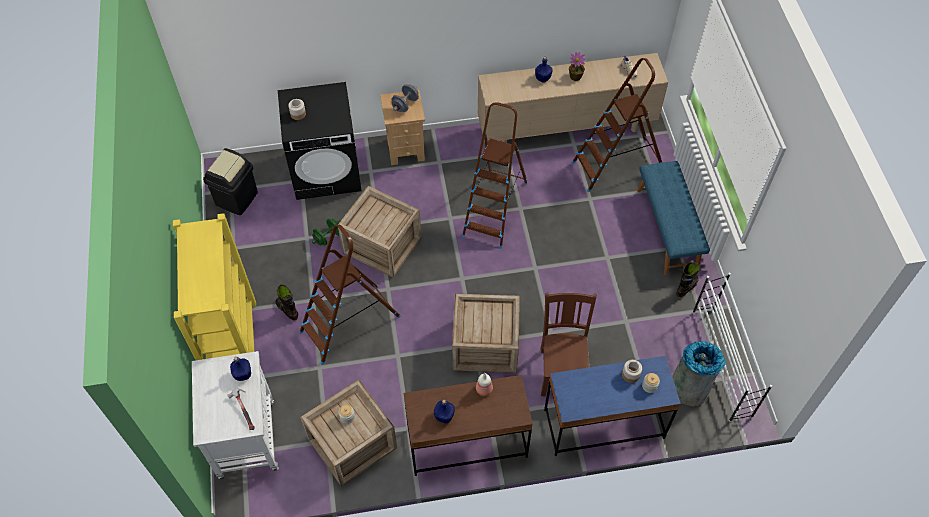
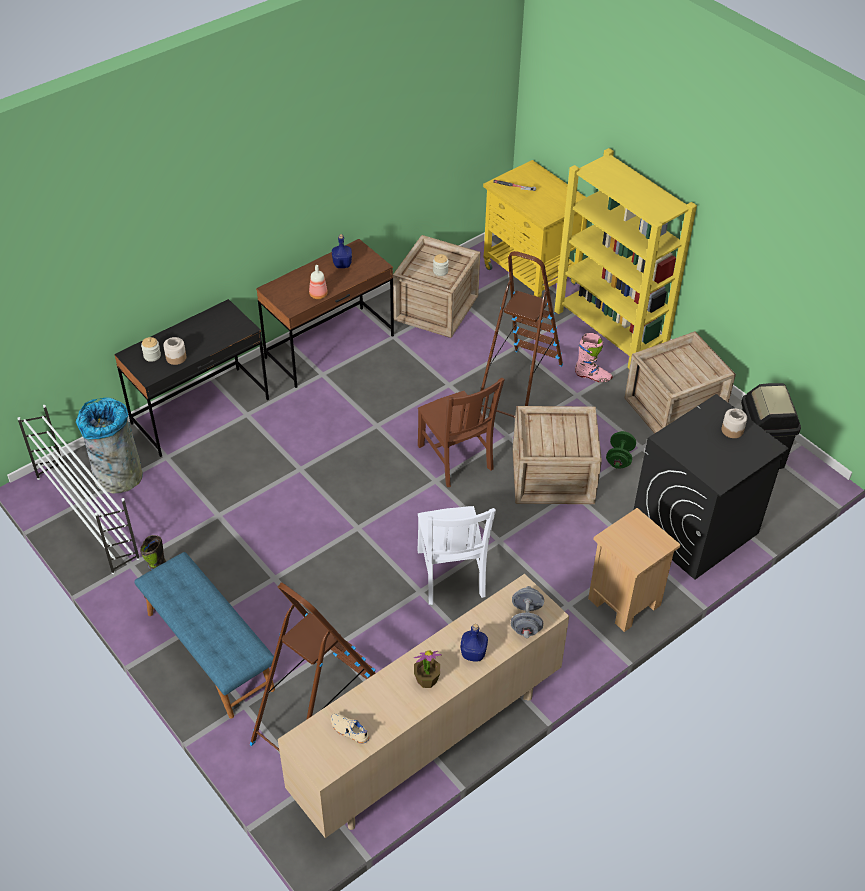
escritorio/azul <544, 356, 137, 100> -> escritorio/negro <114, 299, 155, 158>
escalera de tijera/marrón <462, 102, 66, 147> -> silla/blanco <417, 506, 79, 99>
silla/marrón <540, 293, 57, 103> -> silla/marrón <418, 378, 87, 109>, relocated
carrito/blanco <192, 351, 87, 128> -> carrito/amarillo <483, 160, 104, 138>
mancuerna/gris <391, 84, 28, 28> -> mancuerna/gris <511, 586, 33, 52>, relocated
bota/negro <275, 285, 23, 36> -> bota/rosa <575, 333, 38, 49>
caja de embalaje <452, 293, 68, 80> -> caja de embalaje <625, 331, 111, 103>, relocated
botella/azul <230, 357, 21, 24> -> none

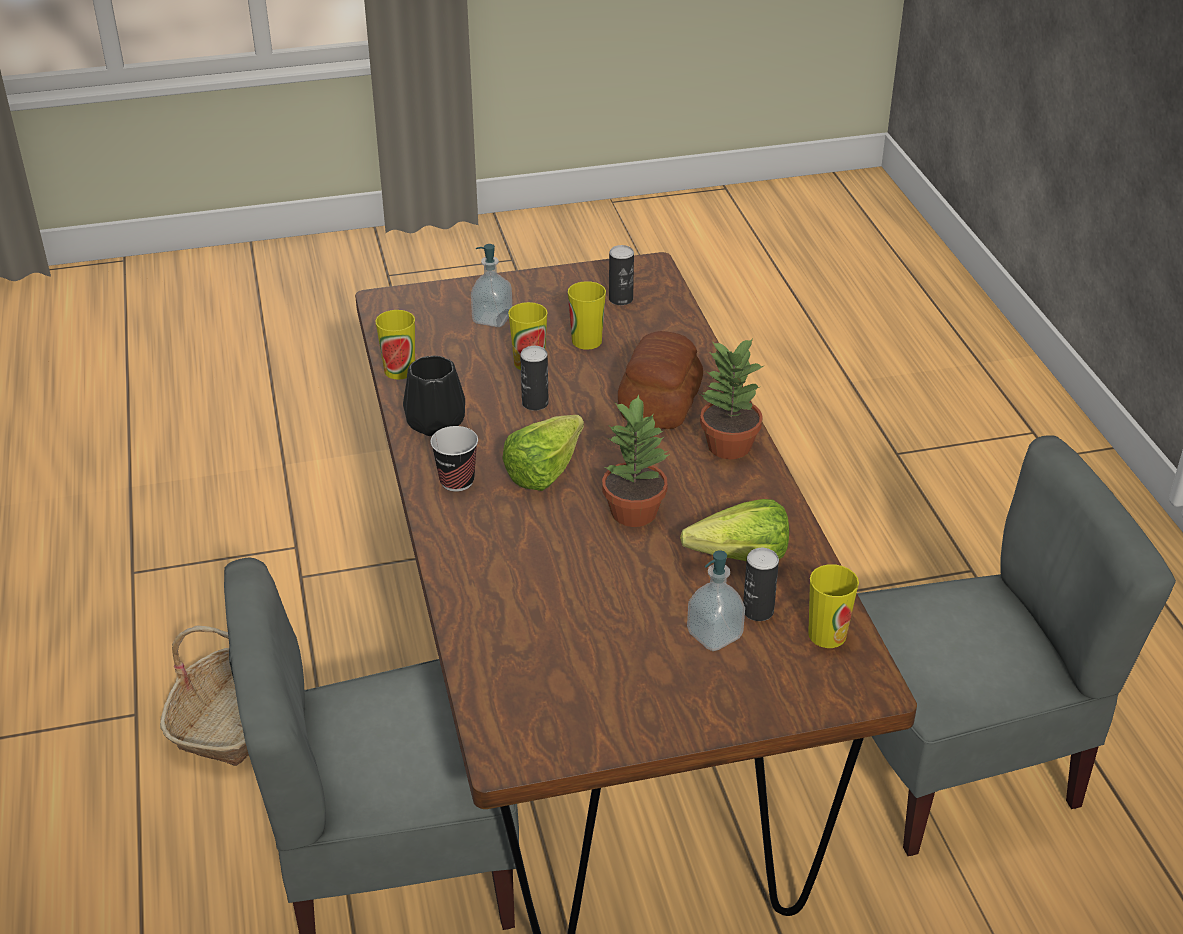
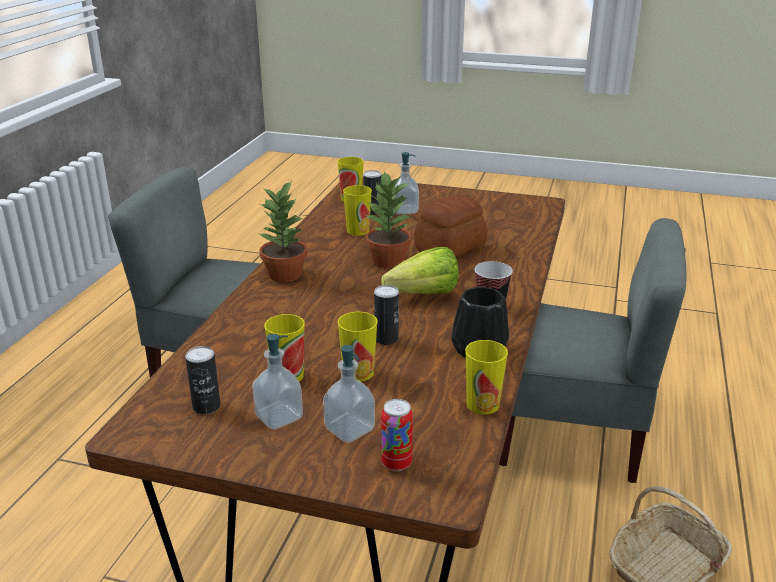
none -> dispensador de jabón <252, 334, 51, 96>
lechuga <680, 499, 109, 62> -> taza <343, 185, 29, 51>
none -> lata <381, 399, 32, 72>
pan <618, 331, 85, 98> -> pan <414, 195, 74, 62>, relocated

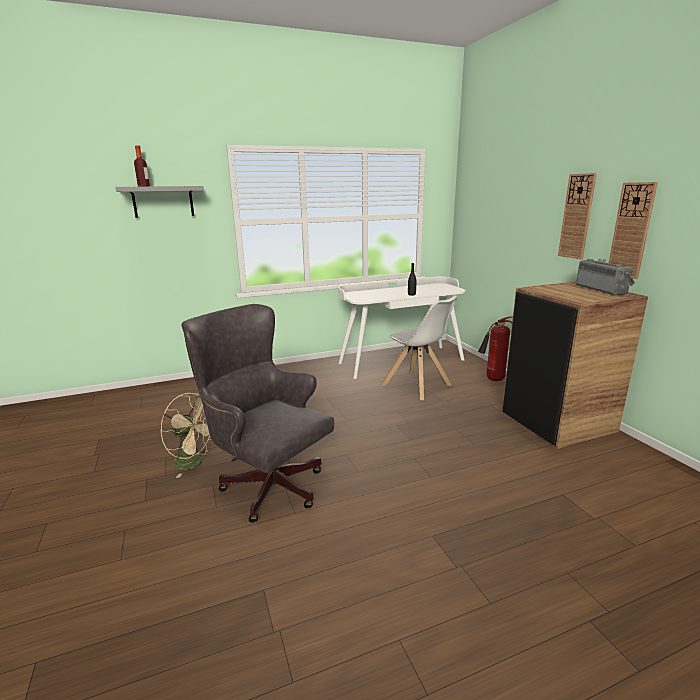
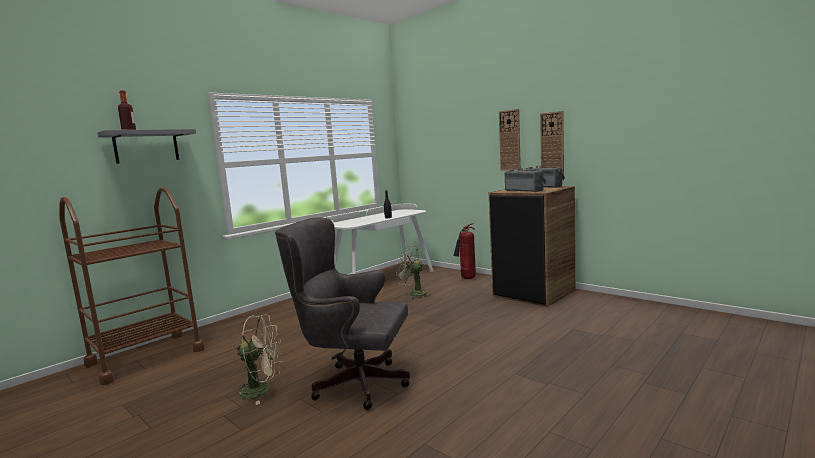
none -> carrito/marrón <59, 187, 145, 198>
silla <381, 296, 76, 104> -> ventilador/verde <396, 246, 35, 53>
none -> radio <505, 168, 41, 24>

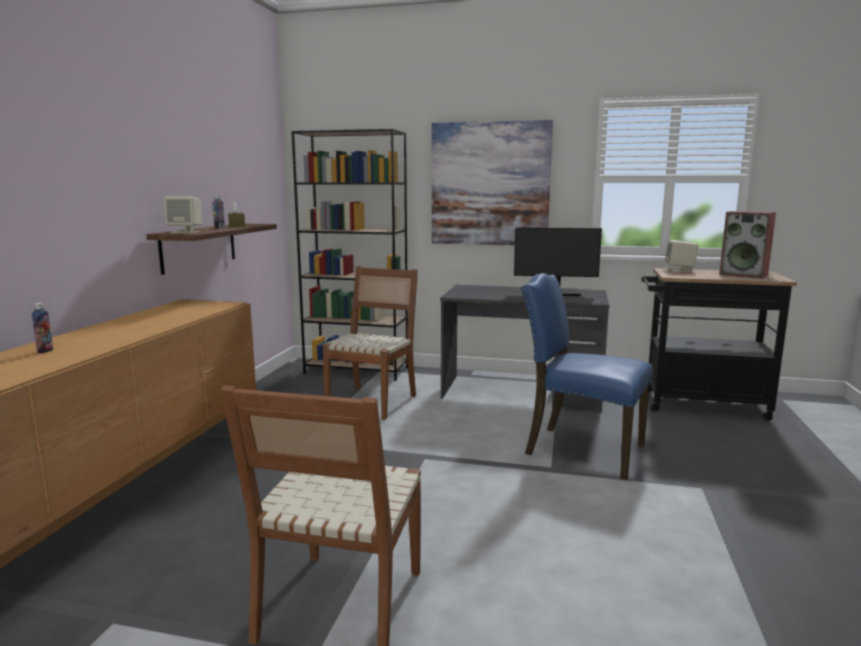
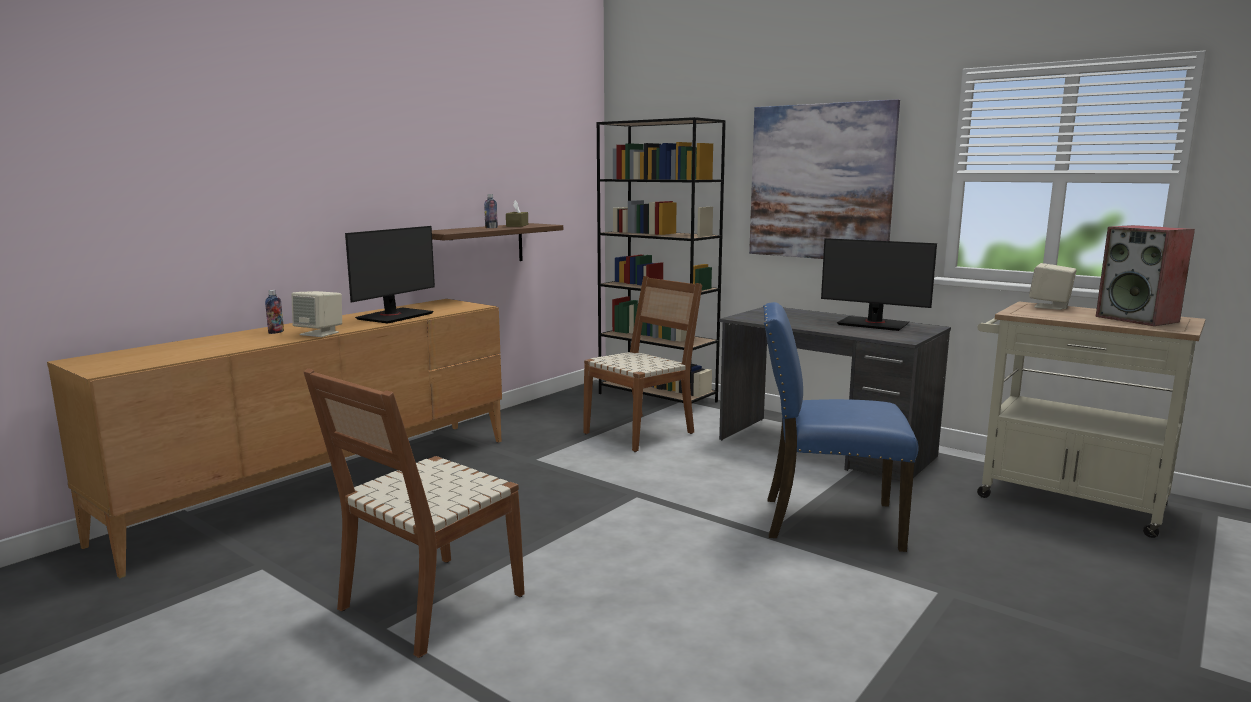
altavoz/beis <164, 197, 38, 36> -> altavoz/beis <291, 291, 51, 46>, relocated
none -> monitor <345, 226, 90, 98>
silla/azul <521, 273, 132, 207> -> silla/azul <763, 302, 156, 250>, 45 degrees counterclockwise
carrito/negro <641, 268, 156, 153> -> carrito/beis <977, 302, 229, 236>

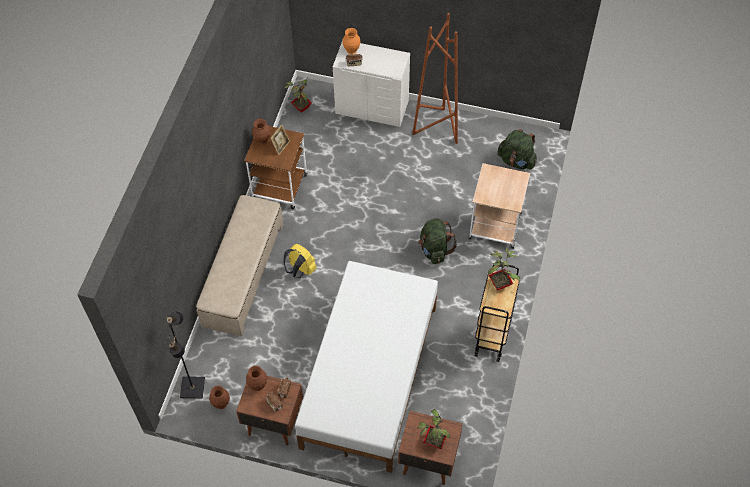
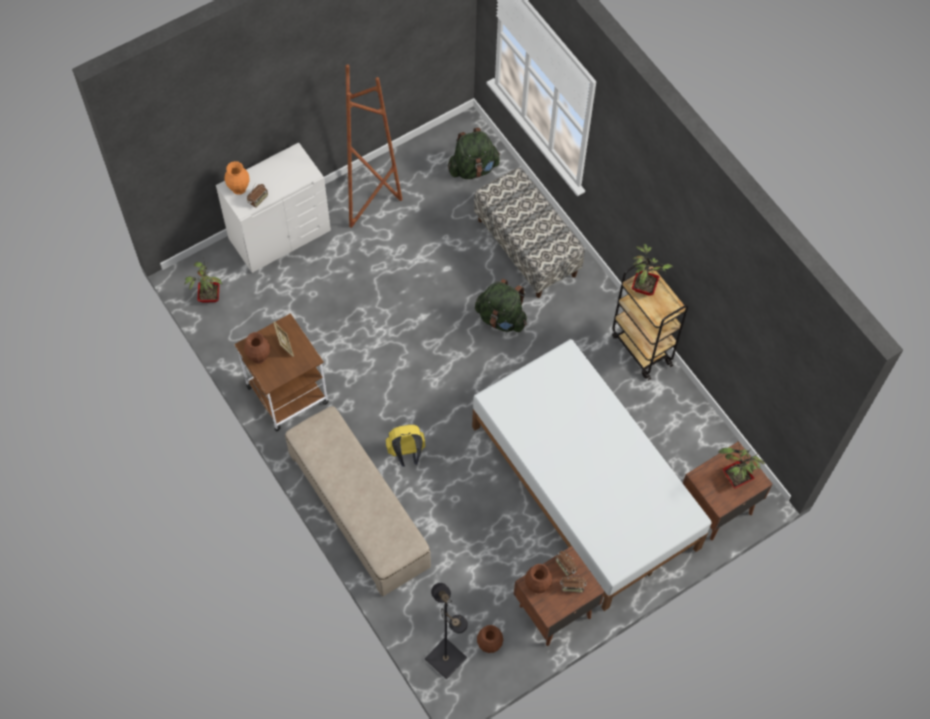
carrito/beis <468, 163, 62, 86> -> banco <474, 168, 111, 130>

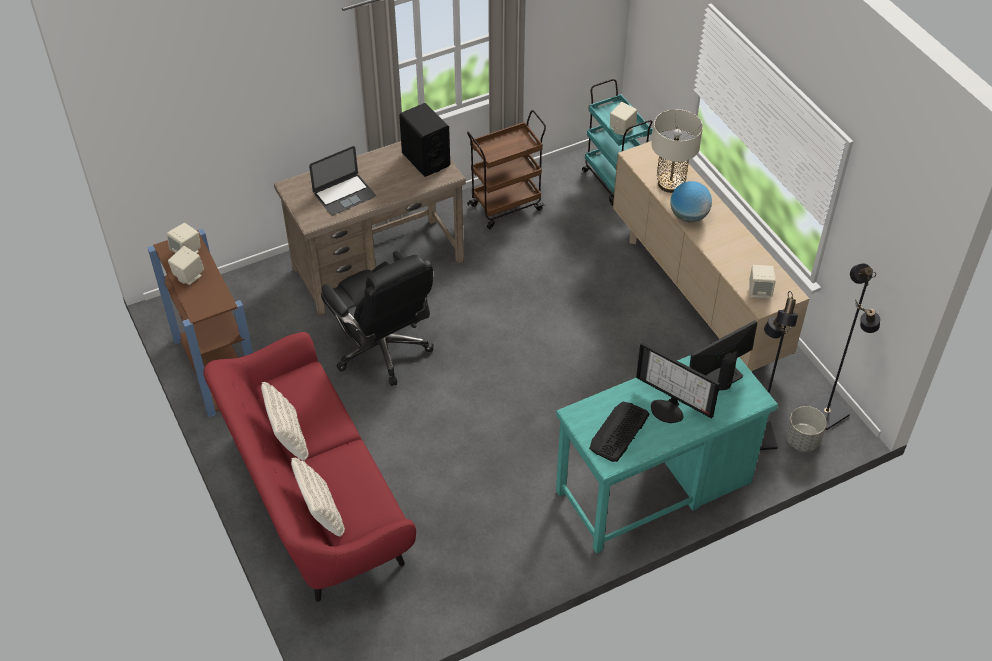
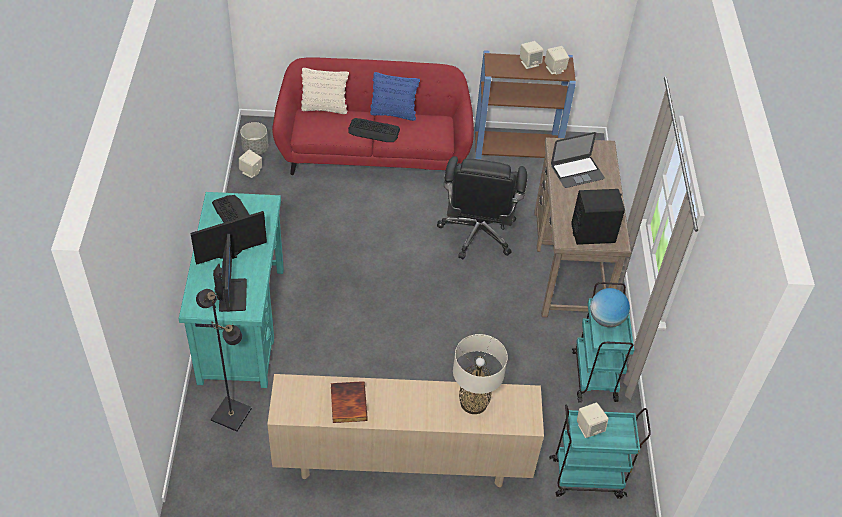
altavoz/beis <749, 265, 27, 34> -> altavoz/beis <239, 150, 23, 28>, relocated
maceta/gris <786, 406, 41, 46> -> maceta/gris <240, 122, 28, 33>, relocated
none -> libro <331, 381, 36, 42>
none -> teclado <348, 118, 52, 24>
cojín/beis <261, 382, 48, 79> -> cojín/azul <370, 72, 50, 49>
silla de oficina/negro <321, 251, 112, 135> -> silla de oficina/negro <437, 156, 90, 103>, 75 degrees counterclockwise
portátil <309, 146, 67, 69> -> portátil <551, 132, 54, 56>, 105 degrees counterclockwise
carrito/marrón <467, 110, 79, 119> -> carrito/turquesa <572, 282, 62, 121>
globo terráqueo <670, 181, 42, 42> -> globo terráqueo <590, 288, 40, 39>, relocated
lámpara de pie/negro <807, 263, 73, 167> -> none

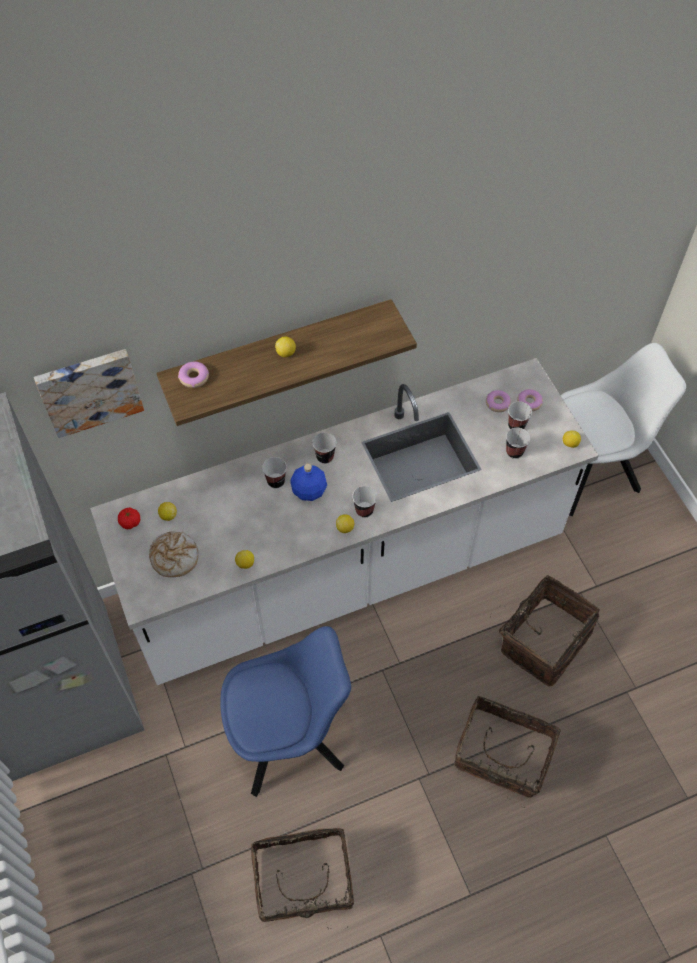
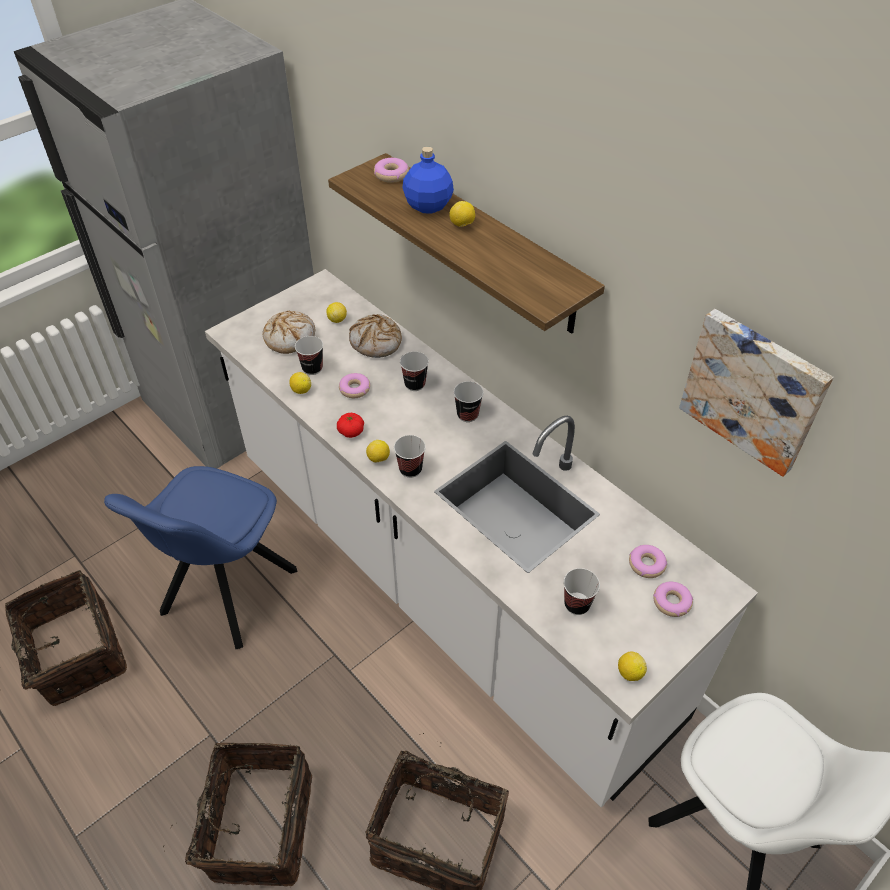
silla/azul <220, 626, 131, 171> -> silla/azul <104, 466, 194, 183>, 60 degrees clockwise
taza <508, 401, 24, 28> -> taza <295, 336, 28, 39>, relocated
tomate <118, 507, 22, 22> -> tomate <337, 413, 27, 25>, relocated
none -> rosquilla <339, 373, 31, 25>
none -> pan <349, 314, 53, 44>
botella/azul <290, 464, 37, 37> -> botella/azul <403, 146, 51, 68>, relocated
cuadro <34, 349, 110, 89> -> cuadro <679, 309, 154, 168>, relocated

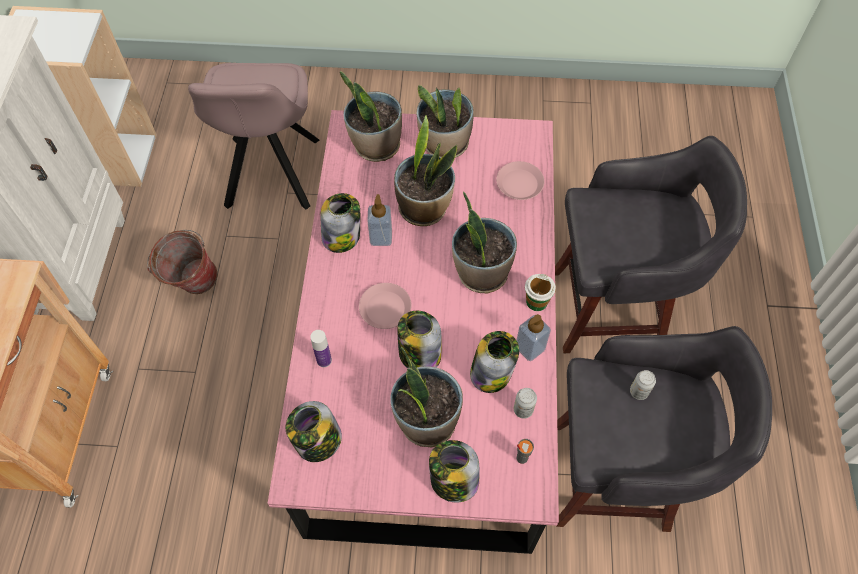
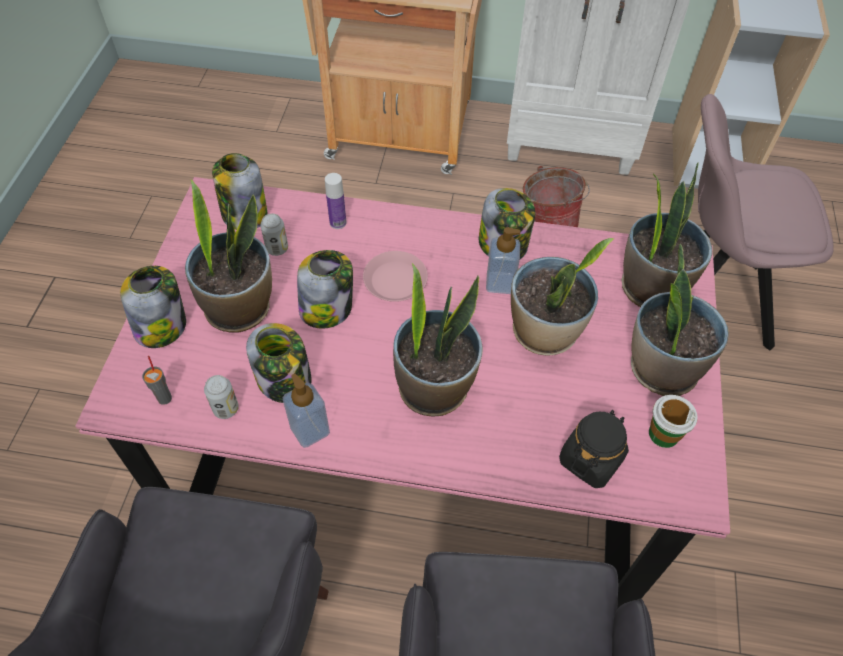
lata <630, 370, 26, 30> -> lata <260, 213, 28, 43>, relocated
plato/rosa <496, 161, 49, 39> -> tarro/negro <559, 410, 70, 78>
taza <525, 274, 31, 37> -> taza <649, 395, 49, 53>, relocated

